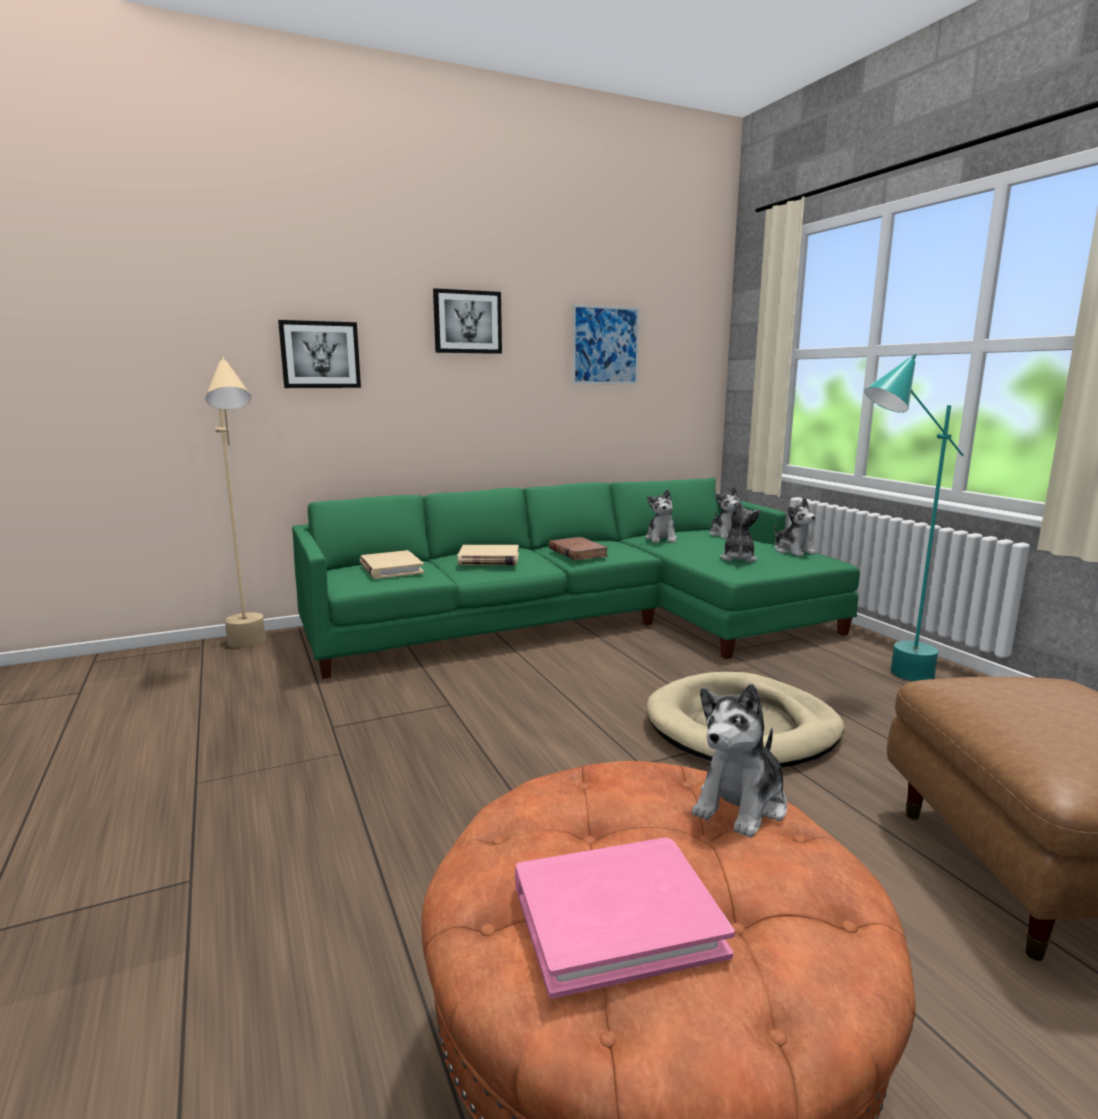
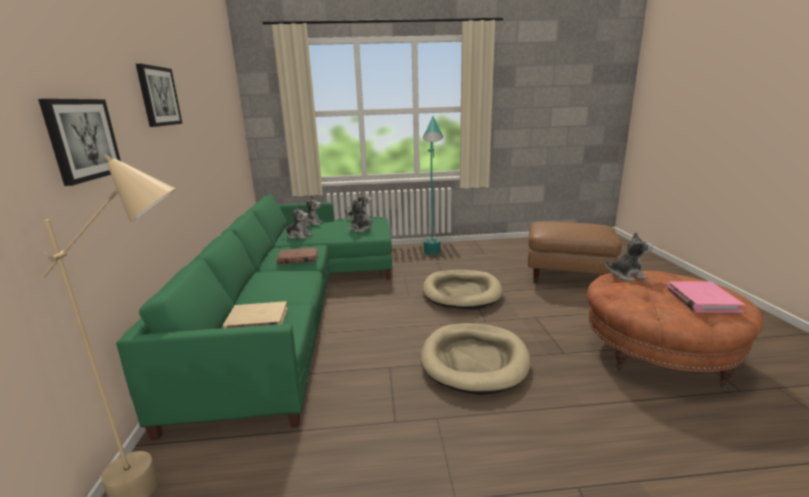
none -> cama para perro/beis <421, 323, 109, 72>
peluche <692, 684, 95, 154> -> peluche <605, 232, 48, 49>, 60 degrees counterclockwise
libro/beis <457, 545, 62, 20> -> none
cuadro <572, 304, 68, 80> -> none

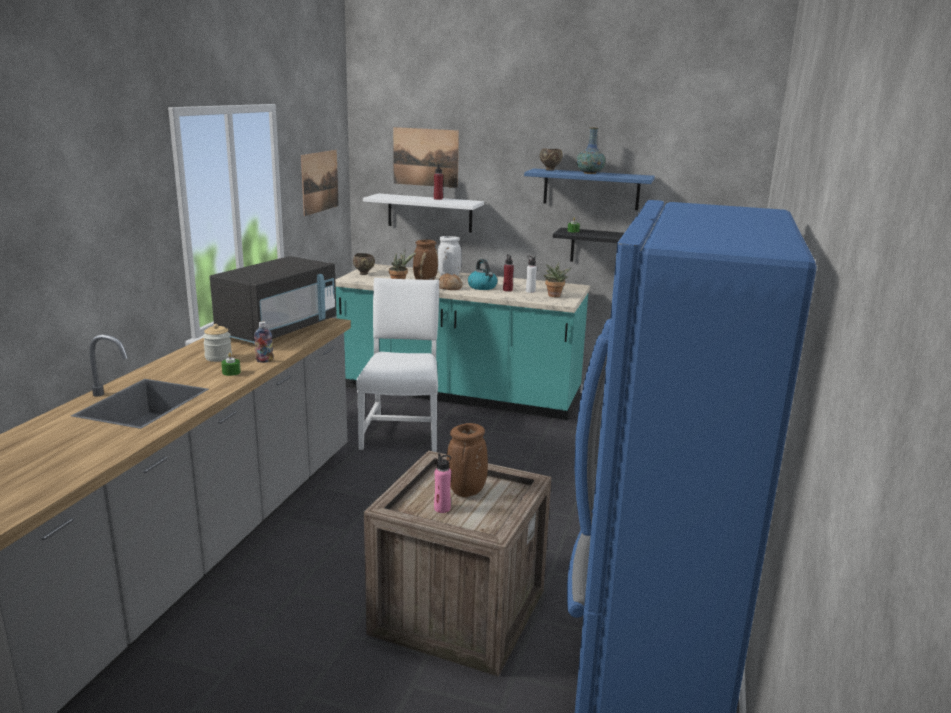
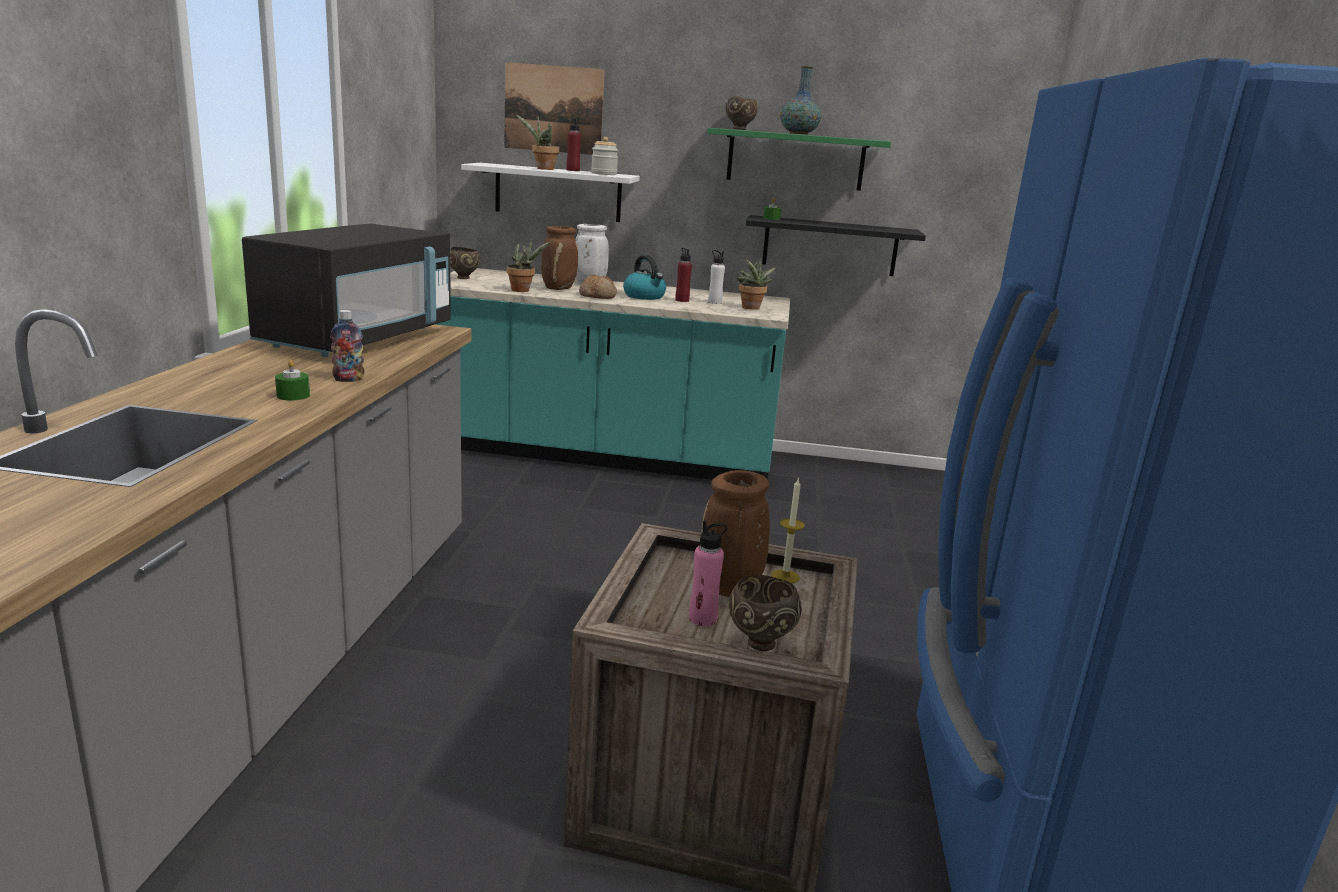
none -> planta en maceta <516, 114, 43, 56>
tarro <203, 324, 29, 38> -> tarro <591, 137, 27, 38>, relocated
estante/azul <524, 168, 131, 42> -> estante/verde <707, 128, 184, 63>
none -> cuenco/marrón <729, 574, 73, 77>
none -> vela <771, 477, 34, 107>
cuadro <301, 150, 38, 66> -> none
silla/blanco <356, 278, 83, 174> -> none

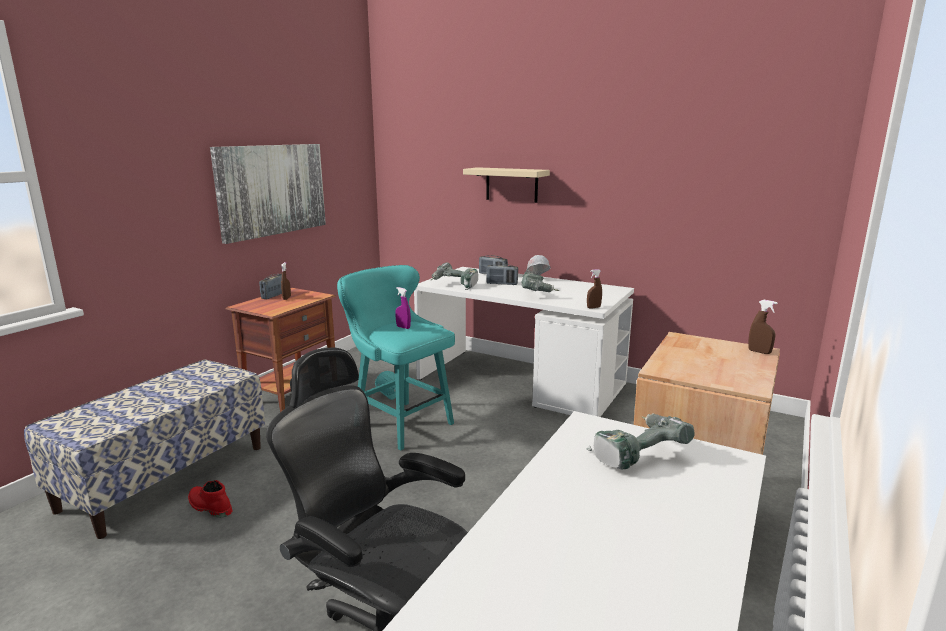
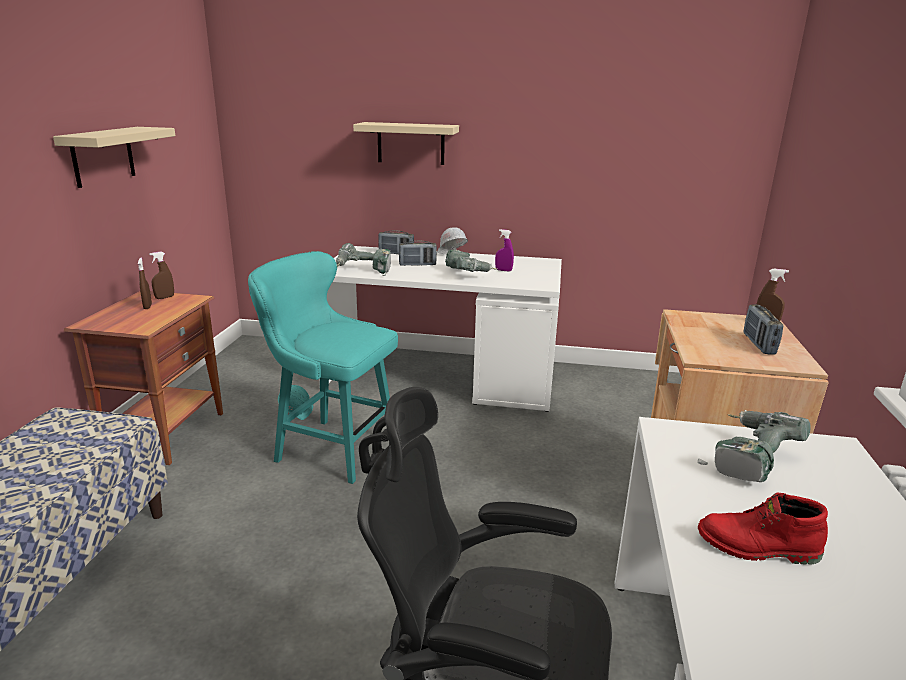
cuadro <210, 144, 116, 100> -> estante/beis <53, 127, 122, 61>
pulverizador/marrón <587, 269, 15, 39> -> pulverizador/marrón <149, 251, 25, 48>, relocated
pulverizador/morado <395, 287, 16, 42> -> pulverizador/morado <495, 229, 19, 43>, relocated
bota/rojo <188, 480, 44, 38> -> bota/rojo <698, 493, 130, 72>, relocated
radio <259, 274, 23, 25> -> radio <743, 305, 40, 50>, relocated

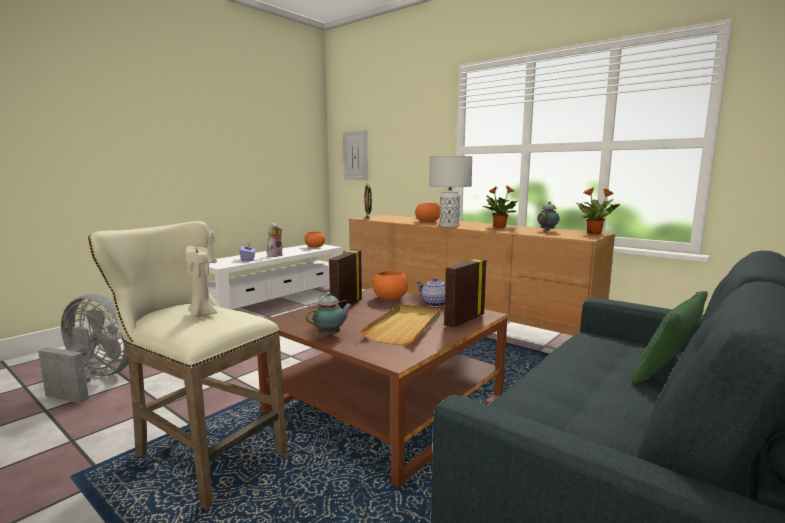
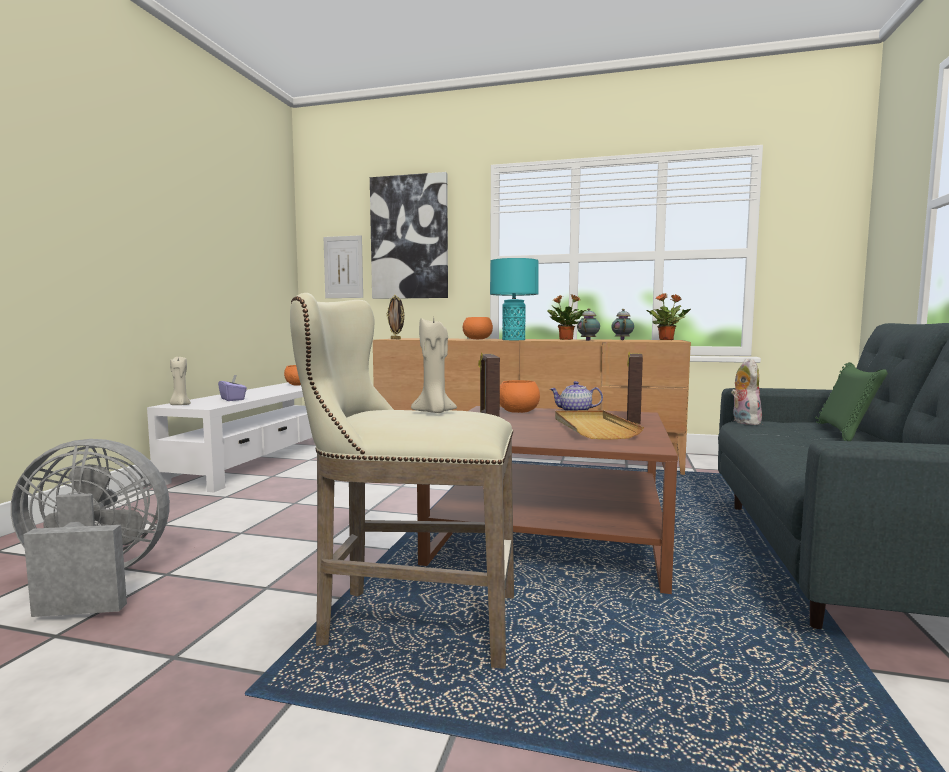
none -> cuadro <370, 172, 78, 127>
lámpara de mesa/blanco <429, 156, 43, 71> -> lámpara de mesa/turquesa <490, 258, 49, 82>
tetera <306, 292, 46, 45> -> tetera <577, 308, 23, 33>, relocated
peluche <267, 223, 16, 34> -> peluche <731, 358, 31, 67>, relocated

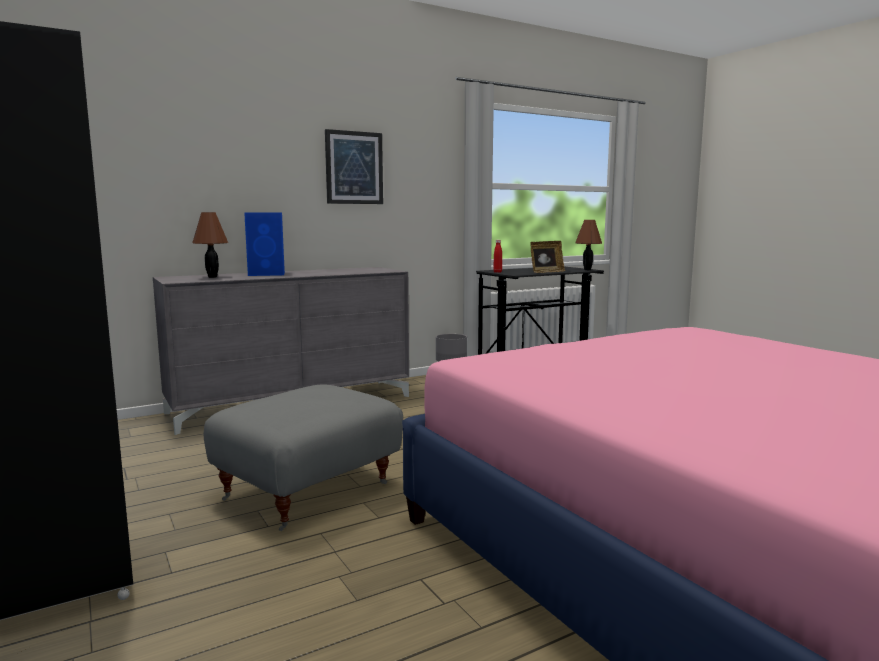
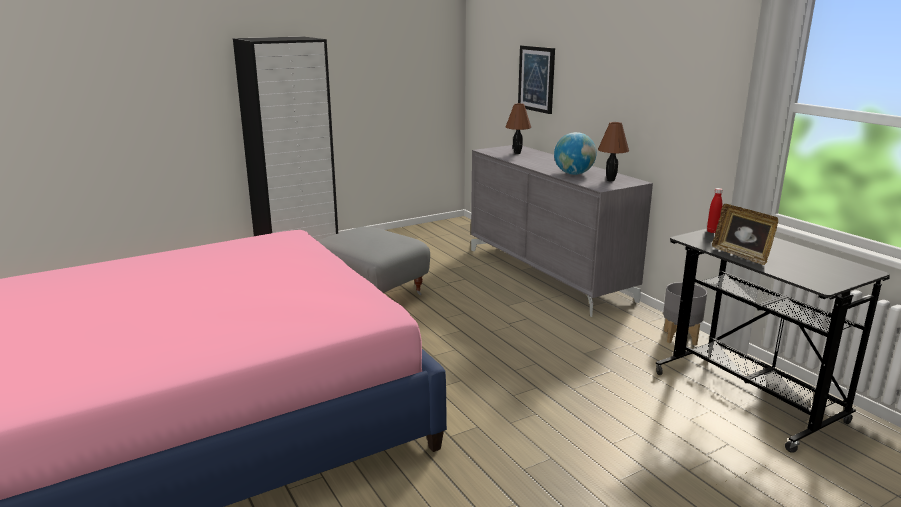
cuadro <325, 129, 58, 75> -> cuadro <518, 45, 37, 69>, relocated
none -> globo terráqueo <554, 132, 42, 43>
lámpara de mesa/marrón <575, 220, 27, 50> -> lámpara de mesa/marrón <598, 122, 31, 60>, relocated
altavoz/azul <244, 212, 41, 64> -> none

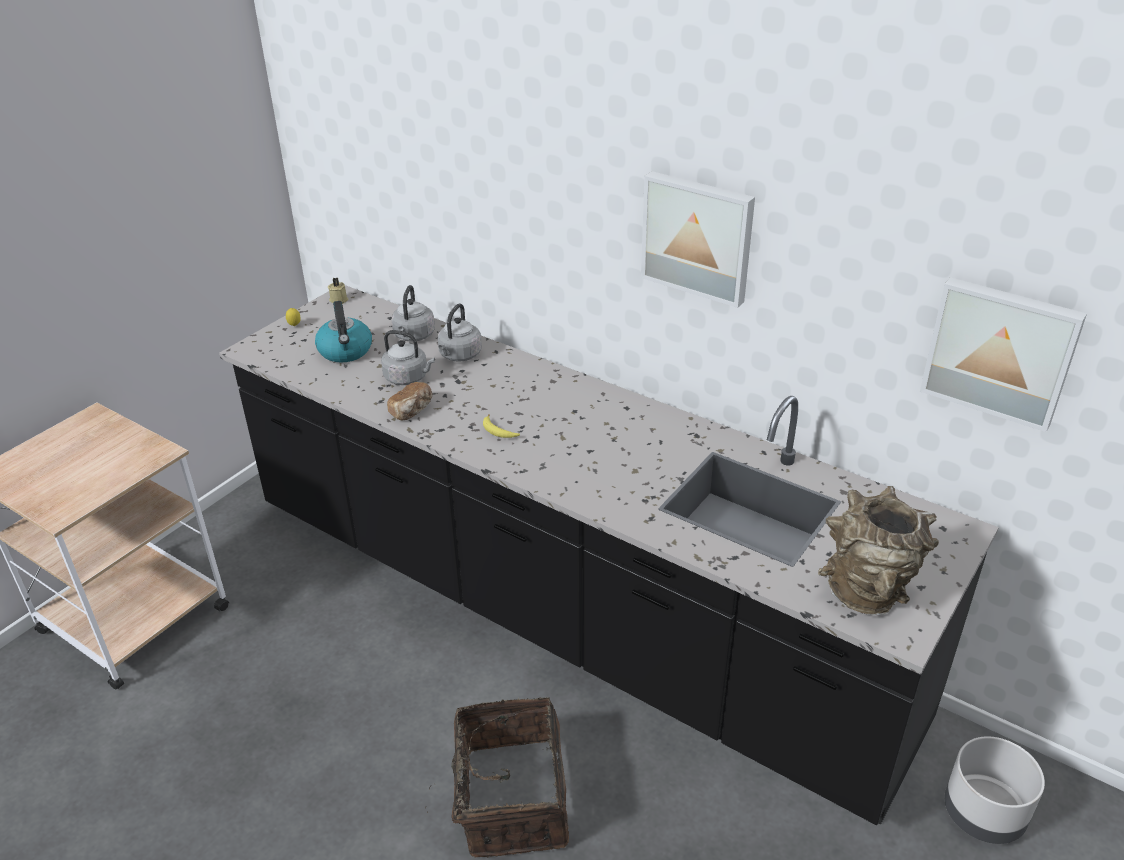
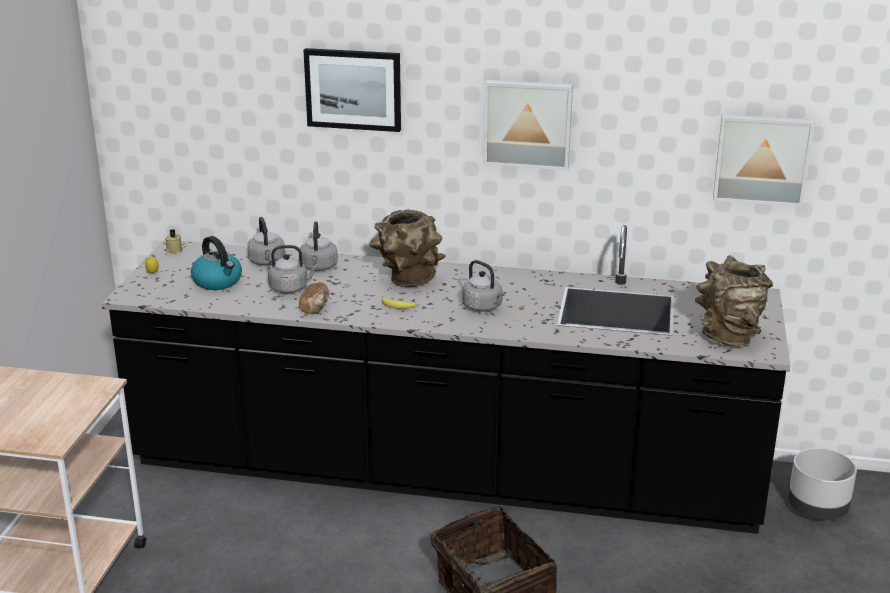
none -> cuadro <303, 48, 98, 84>
none -> florero/marrón <370, 209, 76, 79>
none -> hervidor/gris <462, 260, 44, 52>

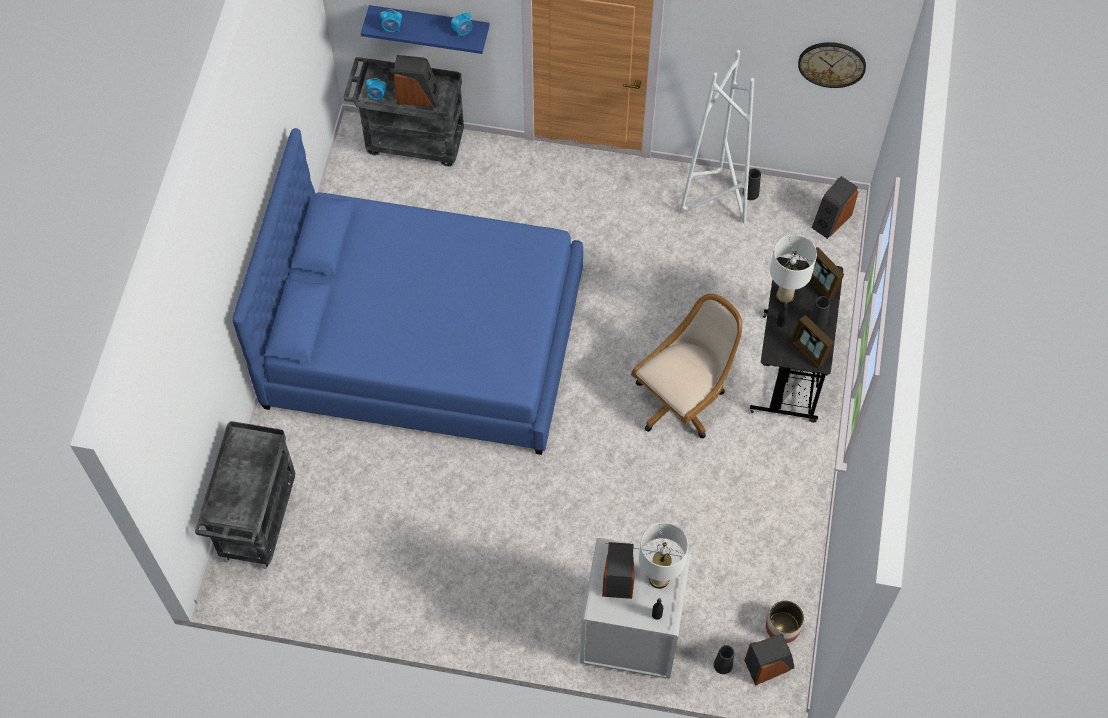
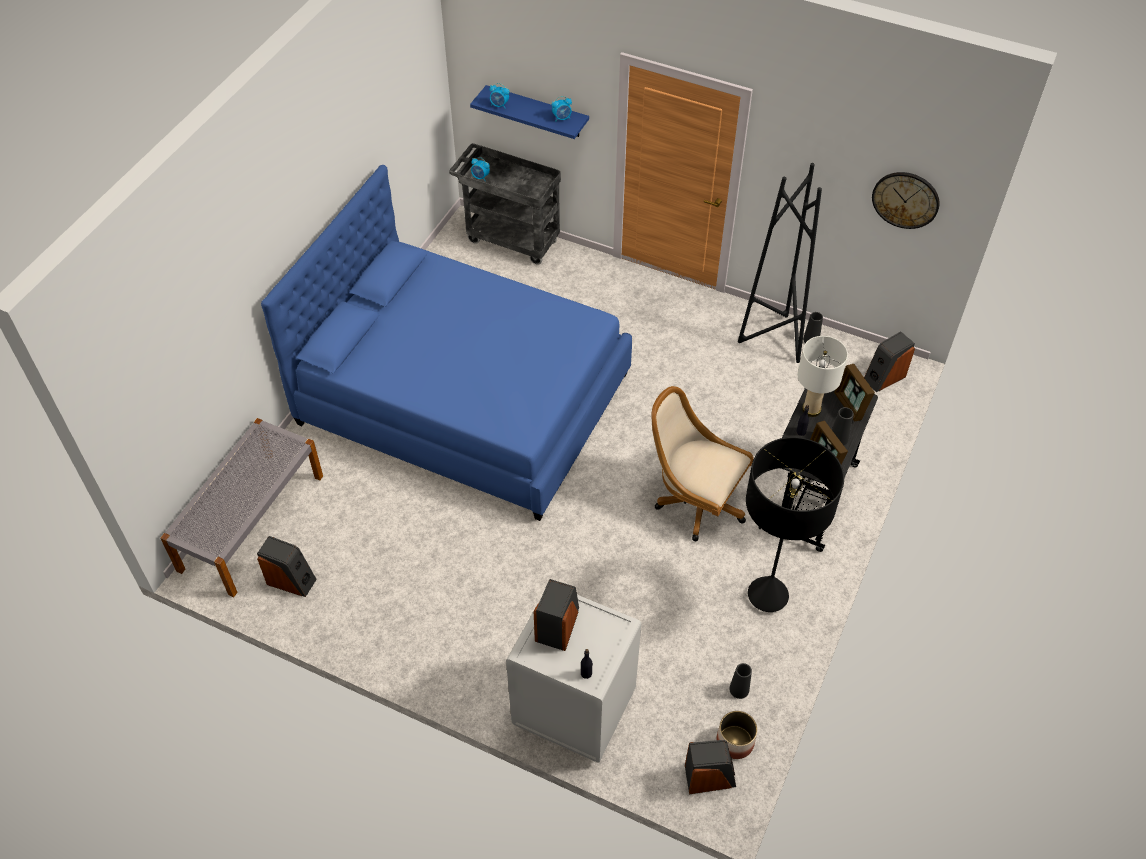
carrito/negro <195, 421, 100, 148> -> banco/gris <161, 418, 162, 179>
altavoz <393, 55, 47, 51> -> altavoz <257, 536, 60, 61>, relocated
silla de oficina <631, 294, 111, 144> -> silla de oficina <651, 386, 103, 155>, 120 degrees counterclockwise
florero/negro <714, 645, 20, 29> -> florero/negro <729, 663, 23, 36>, relocated
perchero/blanco <679, 50, 75, 173> -> perchero/negro <738, 163, 84, 200>
none -> lámpara de pie/negro <746, 437, 98, 175>
lámpara de mesa/blanco <639, 522, 49, 67> -> none

